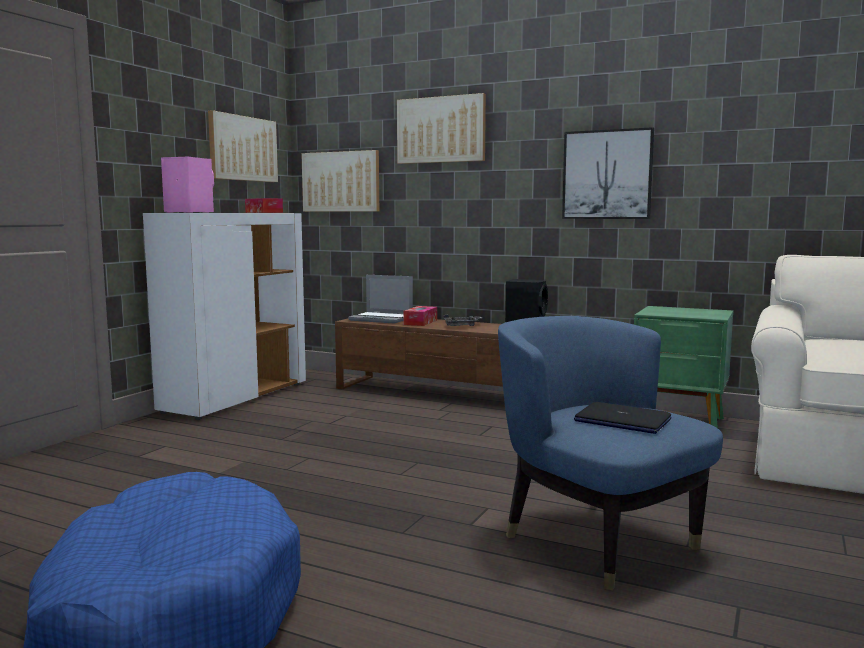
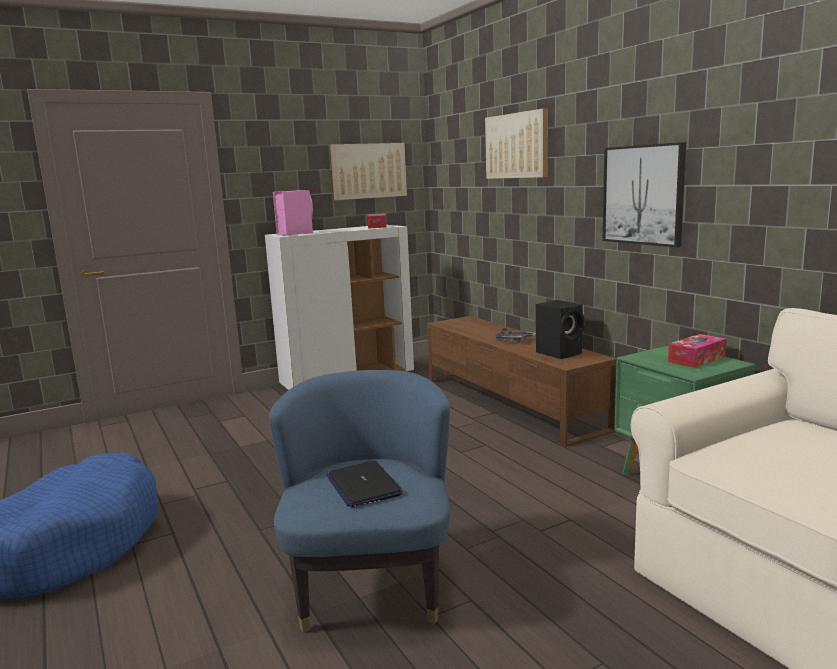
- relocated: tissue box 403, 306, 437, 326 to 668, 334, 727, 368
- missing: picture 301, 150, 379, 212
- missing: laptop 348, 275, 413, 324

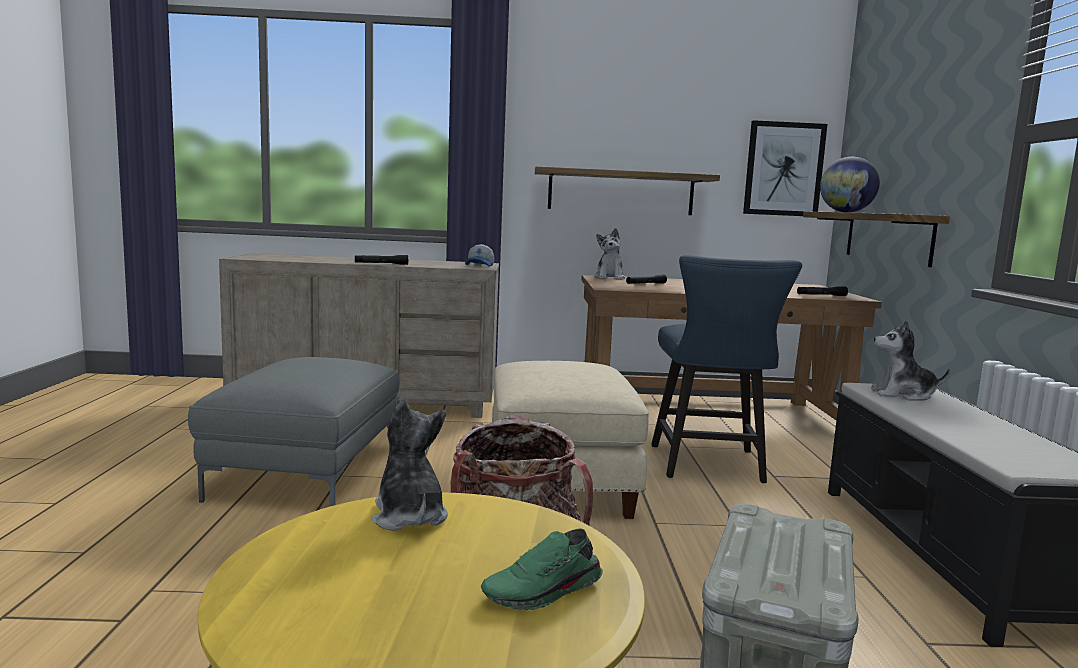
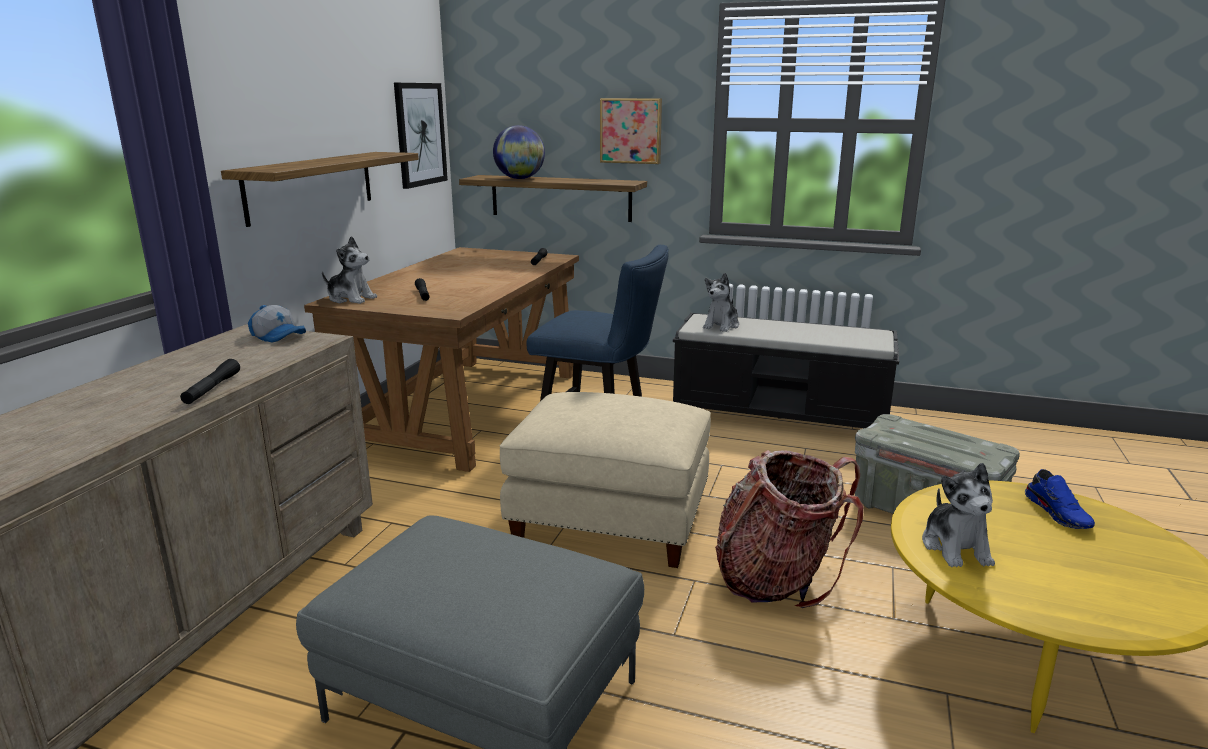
- appeared: picture 600, 98, 662, 164
- spun: plush toy 371, 397, 448, 531 = 922, 463, 995, 567 90 degrees counterclockwise
- colour: green shoe 481, 529, 603, 610 to blue shoe 1025, 469, 1095, 529

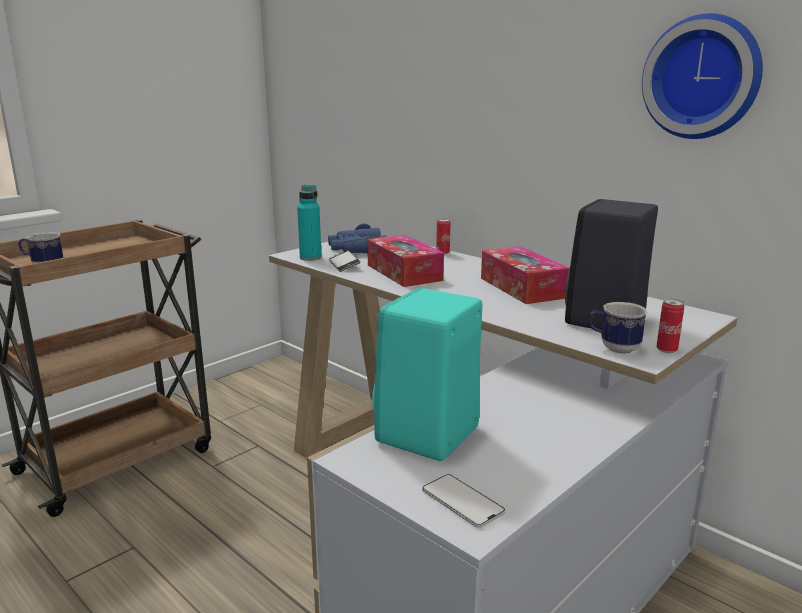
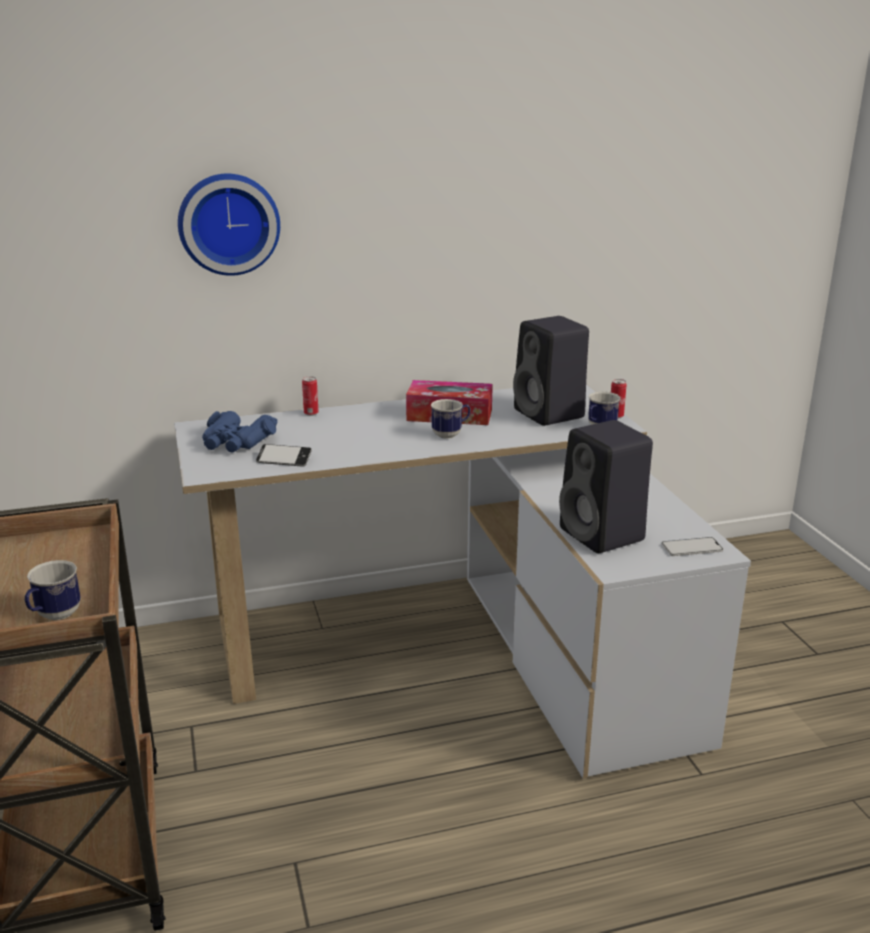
- relocated: wall clock 642, 13, 763, 139 to 178, 174, 280, 276
- appeared: mug 431, 399, 471, 439
- colour: turquoise speaker 372, 288, 482, 461 to black speaker 559, 420, 653, 553
- missing: turquoise bottle 297, 185, 322, 261
- missing: tissue box 367, 235, 444, 287

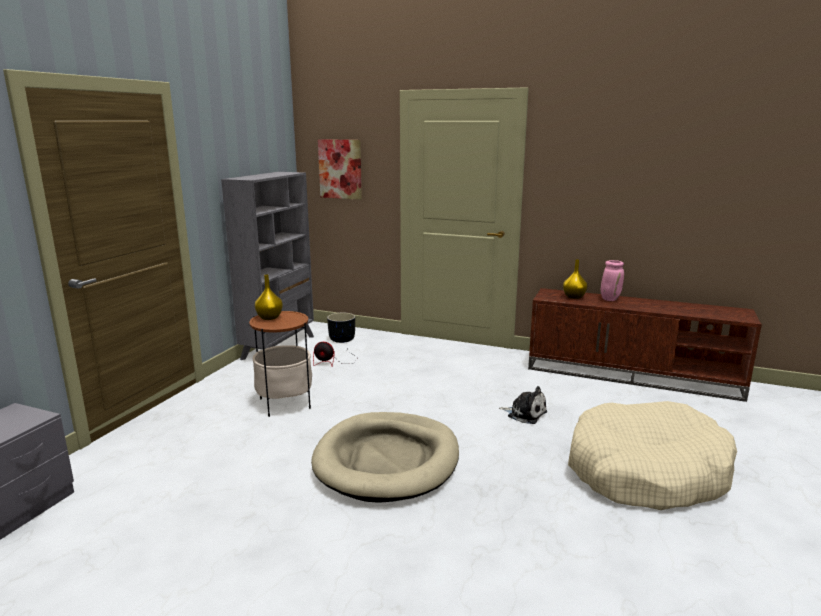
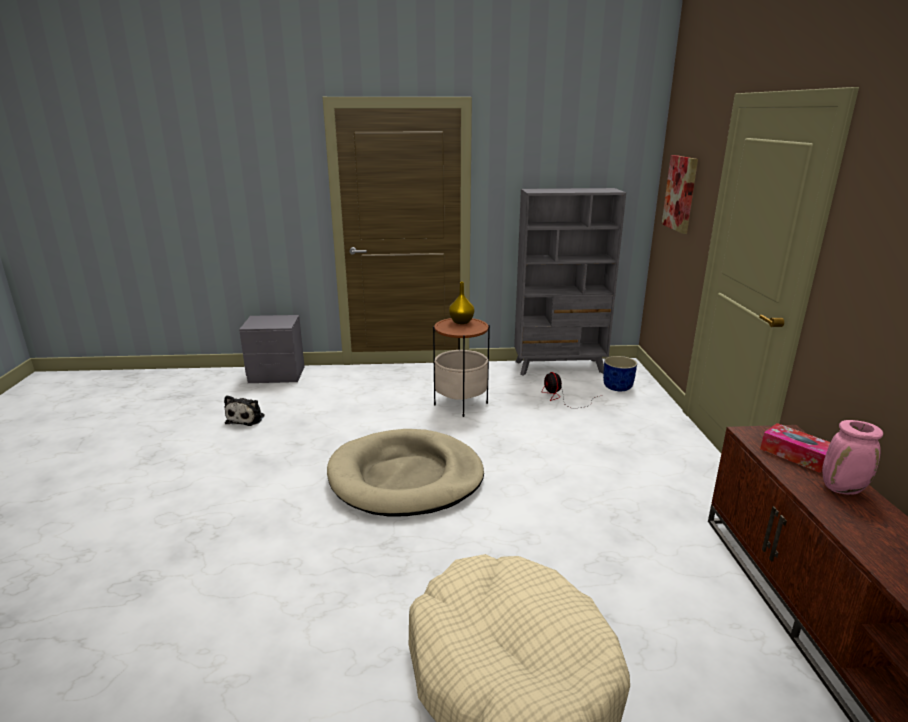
- relocated: plush toy 499, 386, 547, 424 to 224, 395, 265, 426
- colour: black planter 327, 312, 355, 343 to blue planter 603, 356, 637, 391
- exchanged: yellow vase 563, 259, 587, 299 to tissue box 760, 423, 830, 473

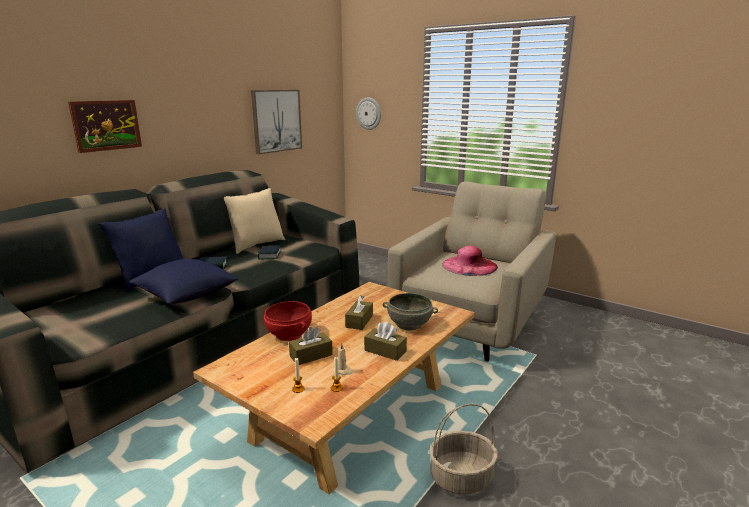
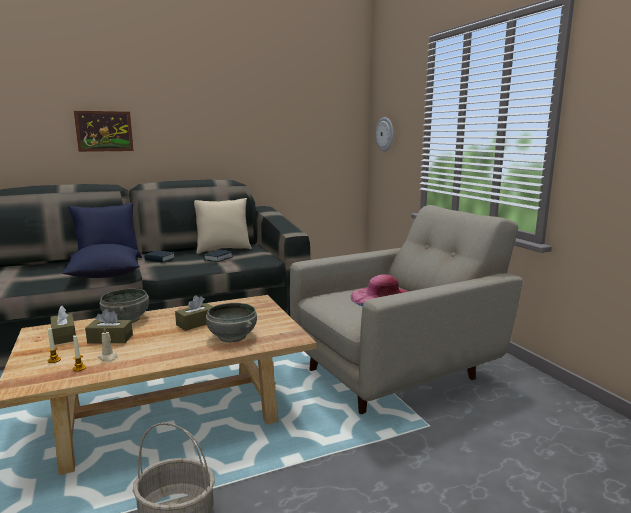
- relocated: brown tissue box 364, 322, 407, 361 to 50, 306, 76, 345
- colour: red bowl 264, 301, 312, 341 to grey bowl 100, 289, 149, 323
- missing: picture 251, 90, 302, 154

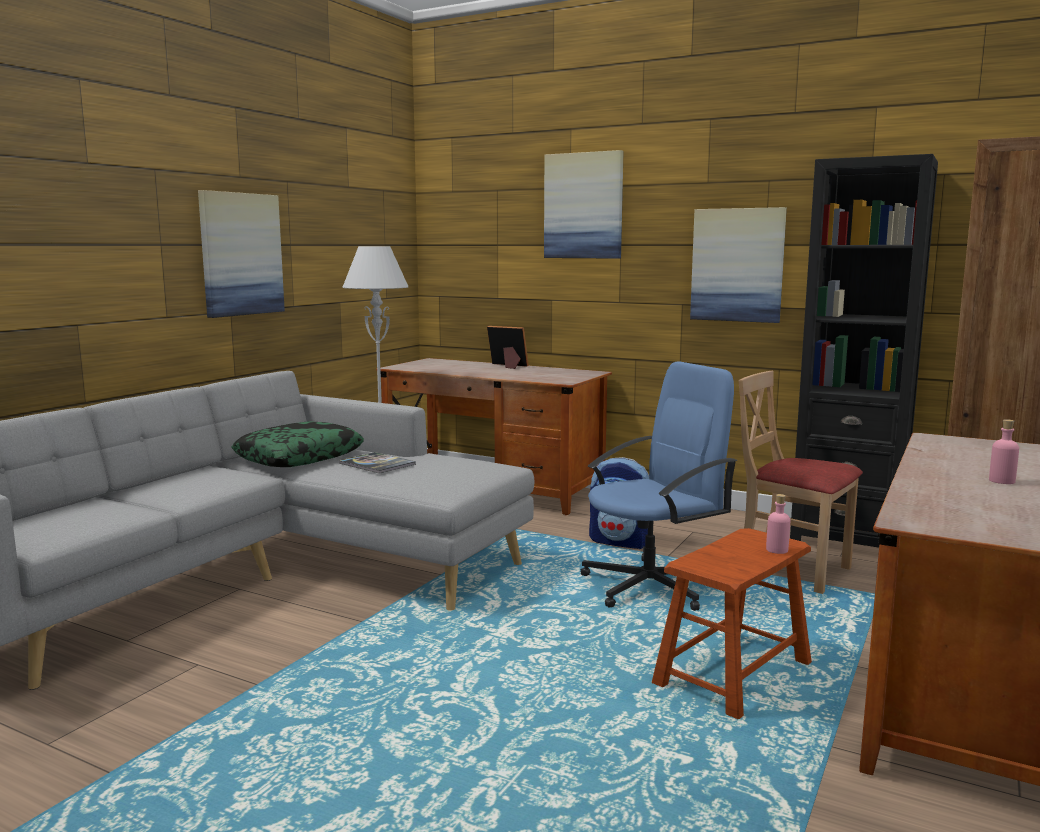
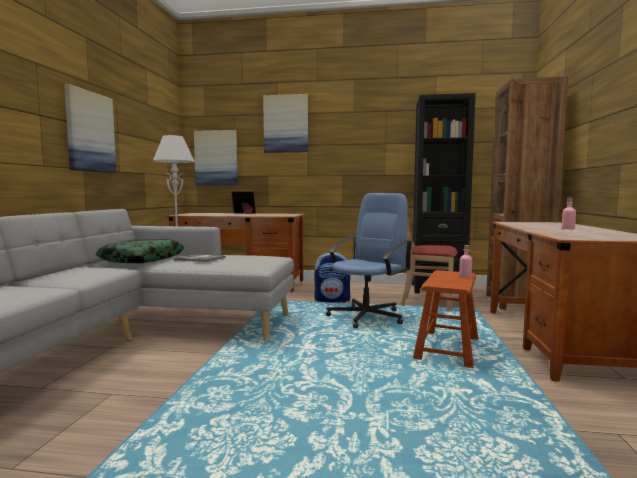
- relocated: picture 690, 207, 787, 323 to 194, 130, 238, 185

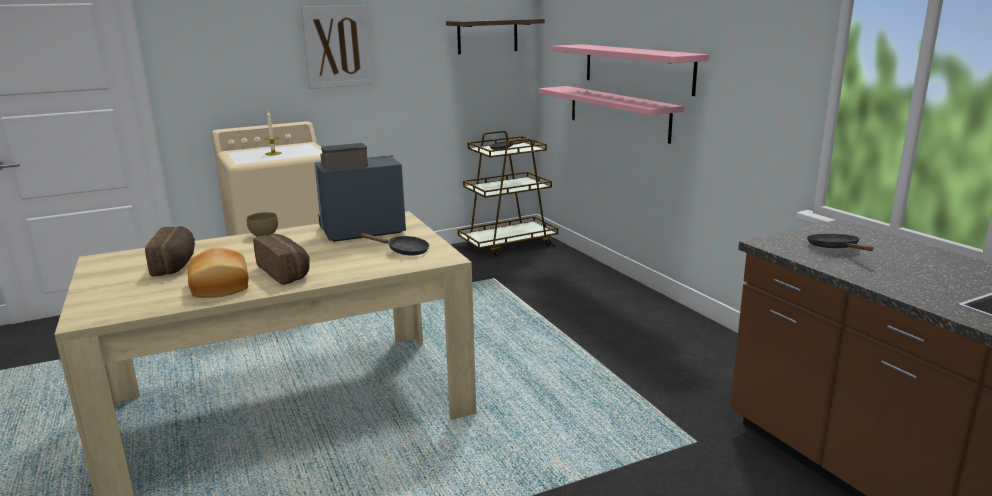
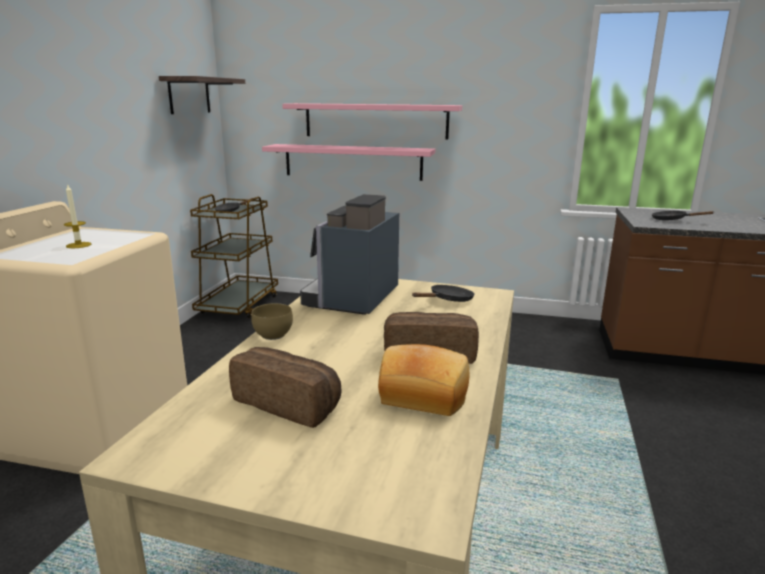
- missing: picture 301, 5, 372, 89

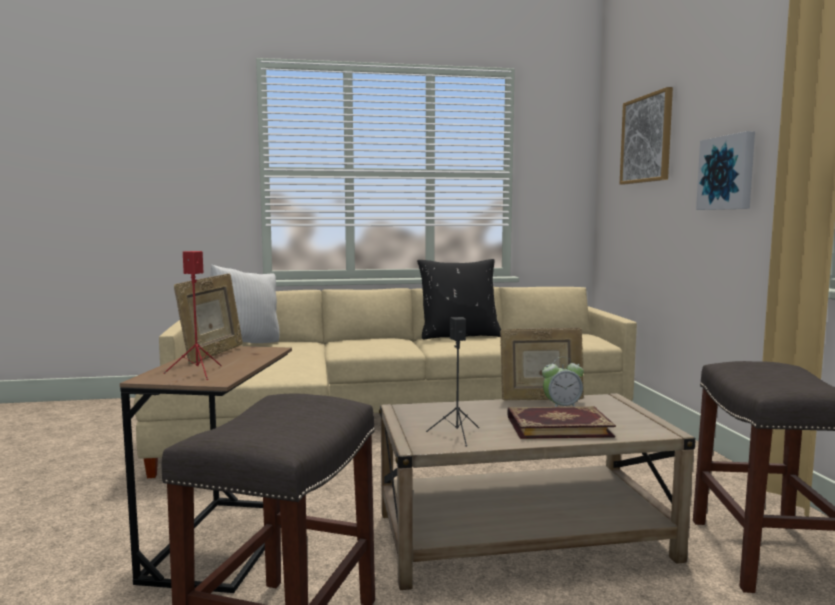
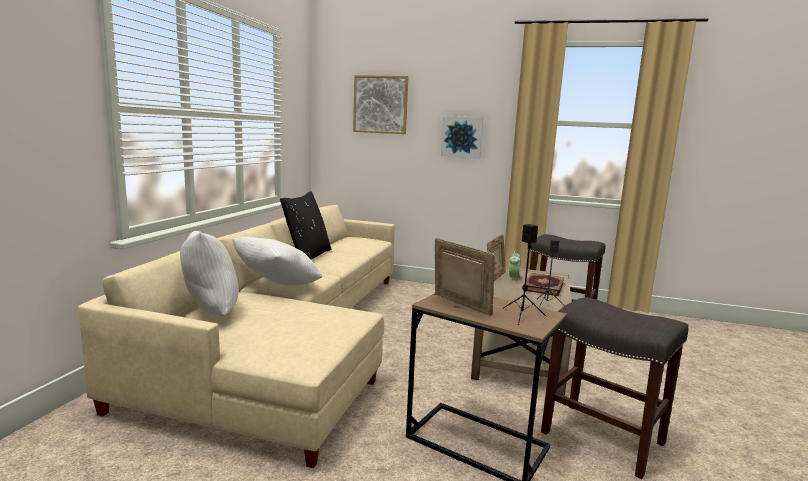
- appeared: white pillow 232, 237, 323, 286
- colour: red speaker 163, 251, 222, 380 to black speaker 502, 224, 546, 325

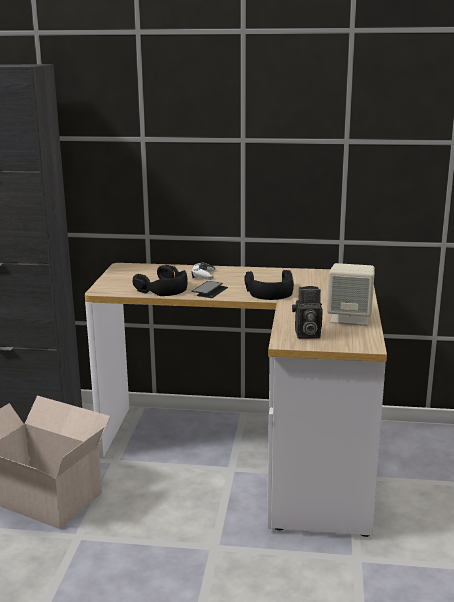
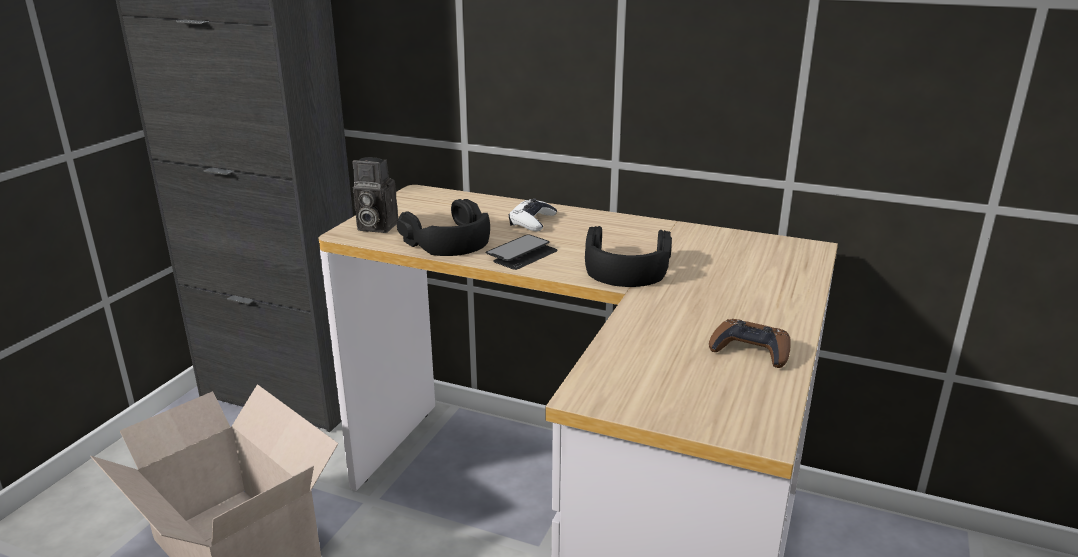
- relocated: photo camera 292, 286, 323, 339 to 352, 157, 398, 233
- exchanged: beige speaker 327, 263, 375, 326 to brown game controller 709, 319, 791, 368

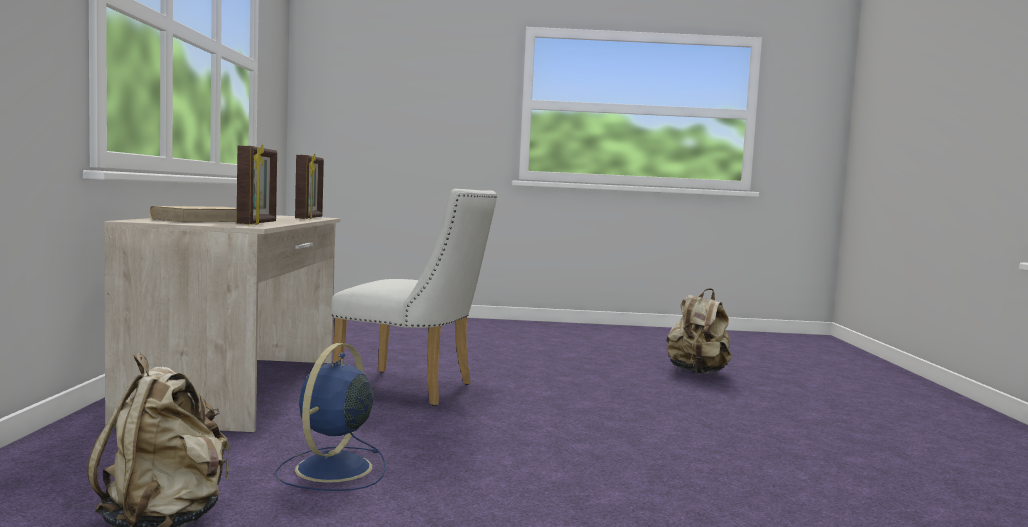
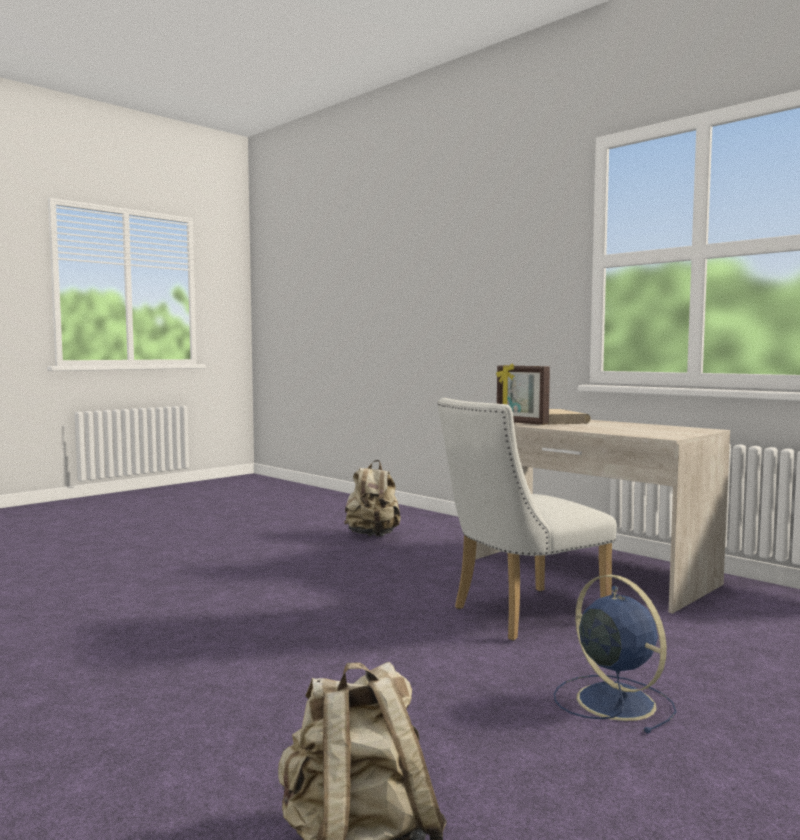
- relocated: blue fan 275, 343, 385, 491 to 554, 575, 676, 733
- missing: picture frame 295, 154, 324, 219

